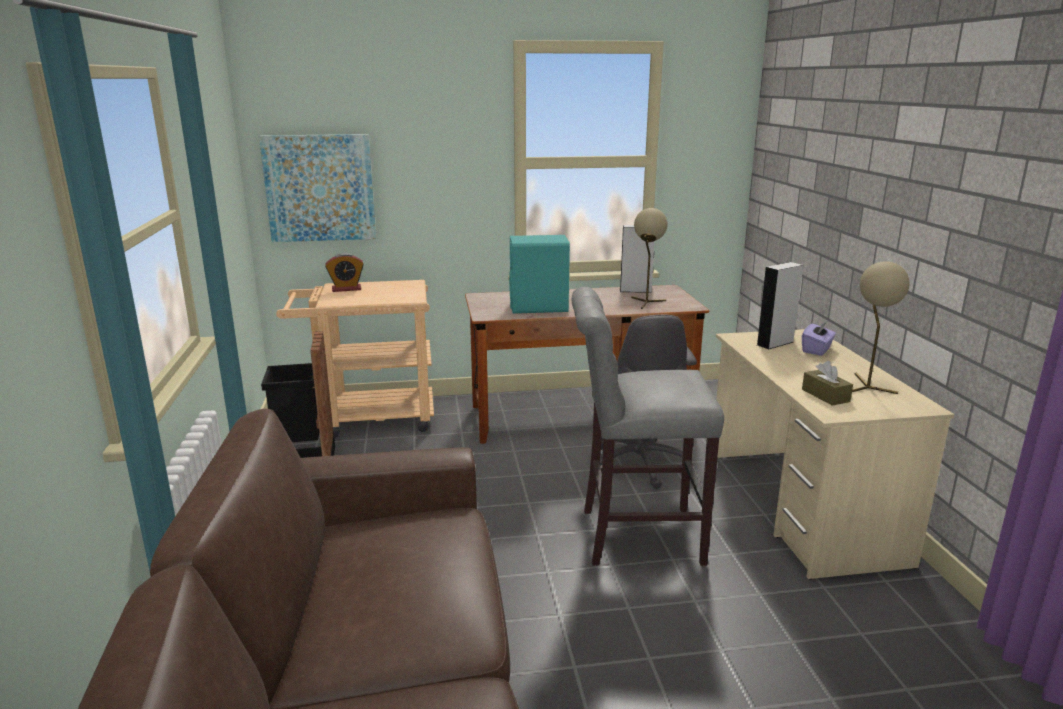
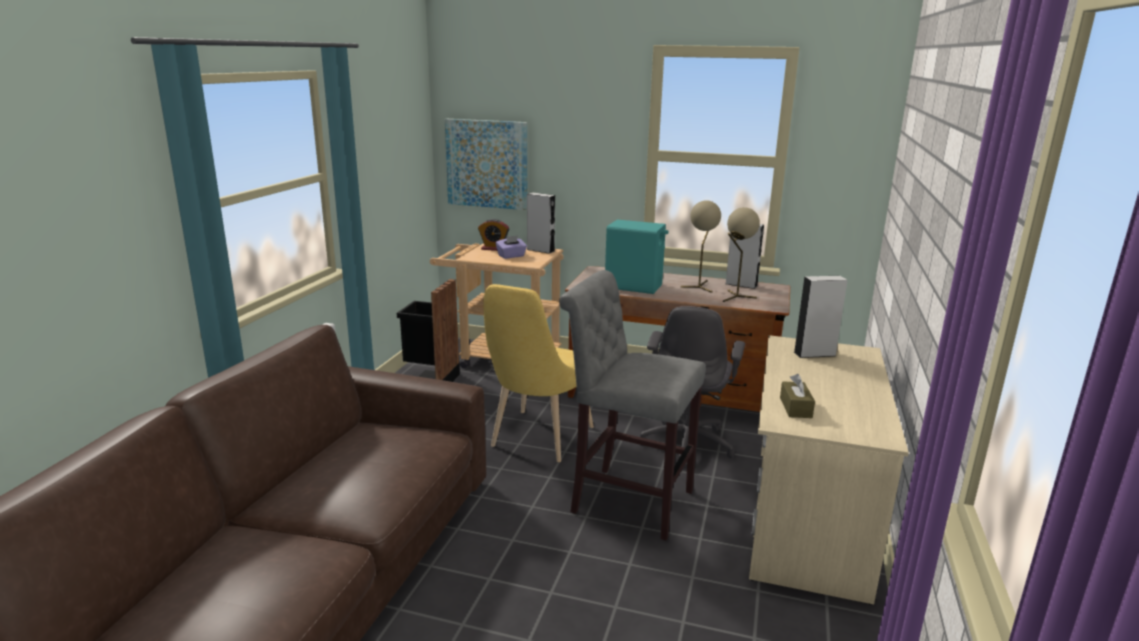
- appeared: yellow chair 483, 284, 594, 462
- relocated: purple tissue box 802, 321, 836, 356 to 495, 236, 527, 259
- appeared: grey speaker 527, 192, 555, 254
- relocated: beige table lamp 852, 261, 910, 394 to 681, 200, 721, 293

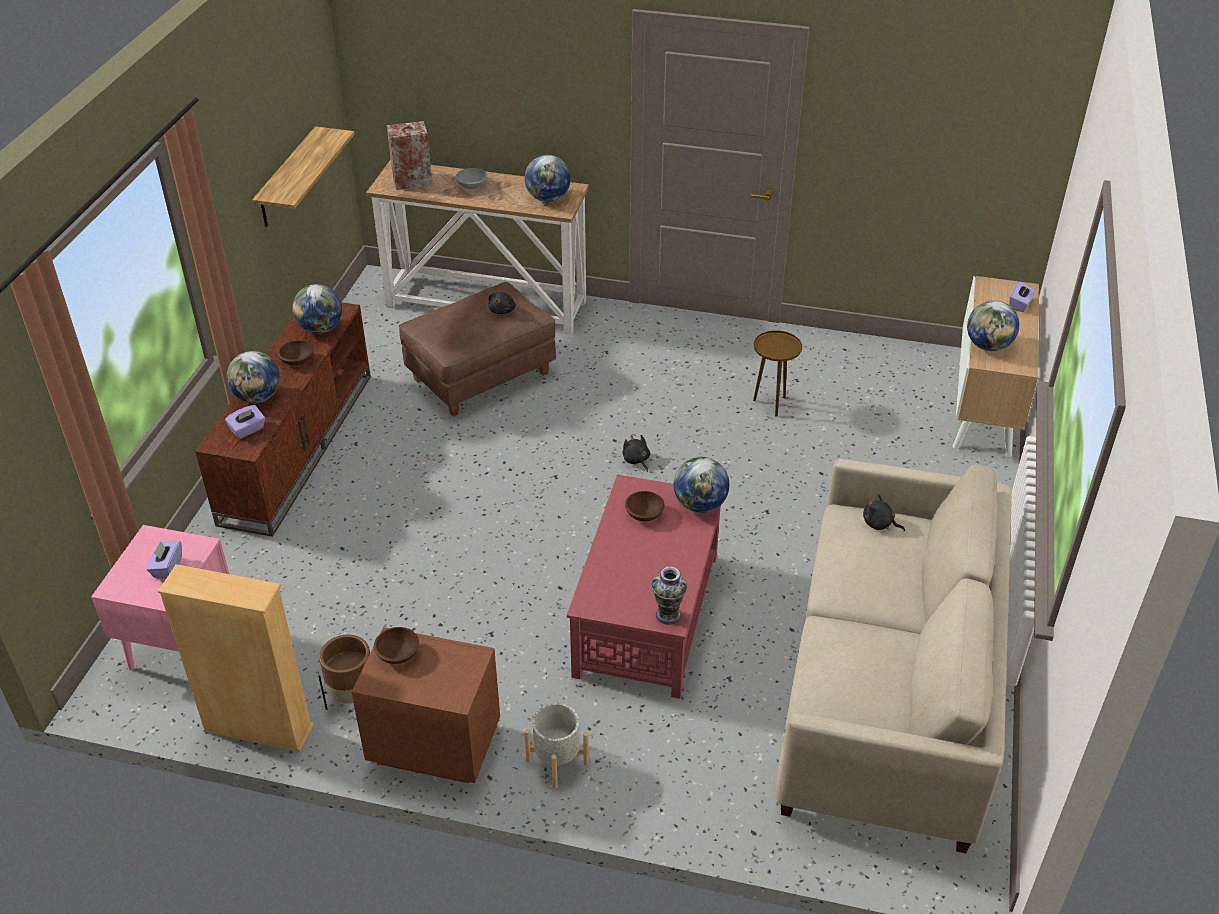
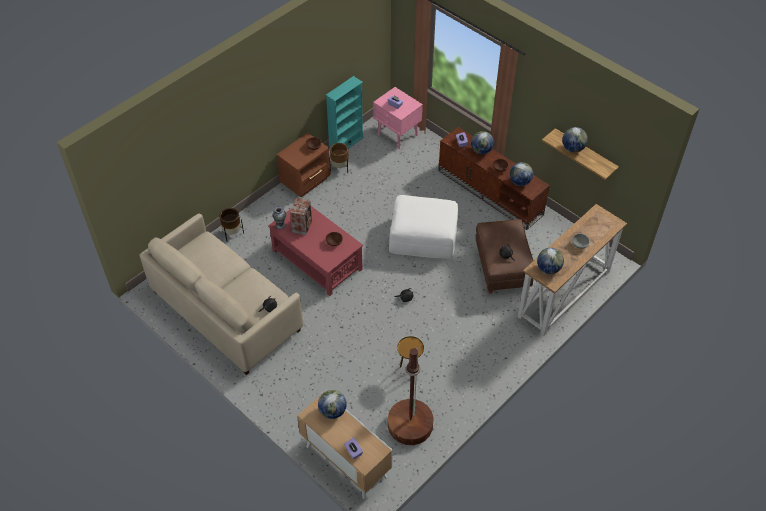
- appeared: brown planter 219, 208, 244, 241
- relocated: speaker 387, 121, 433, 190 to 290, 198, 312, 235
- colour: beige bookcase 158, 564, 314, 752 to turquoise bookcase 326, 76, 364, 151
- appeared: brown floor lamp 388, 346, 434, 445
- appeared: white ottoman 389, 195, 458, 259
- relocated: globe 673, 457, 729, 513 to 562, 127, 588, 152
- missing: grey planter 524, 703, 589, 789

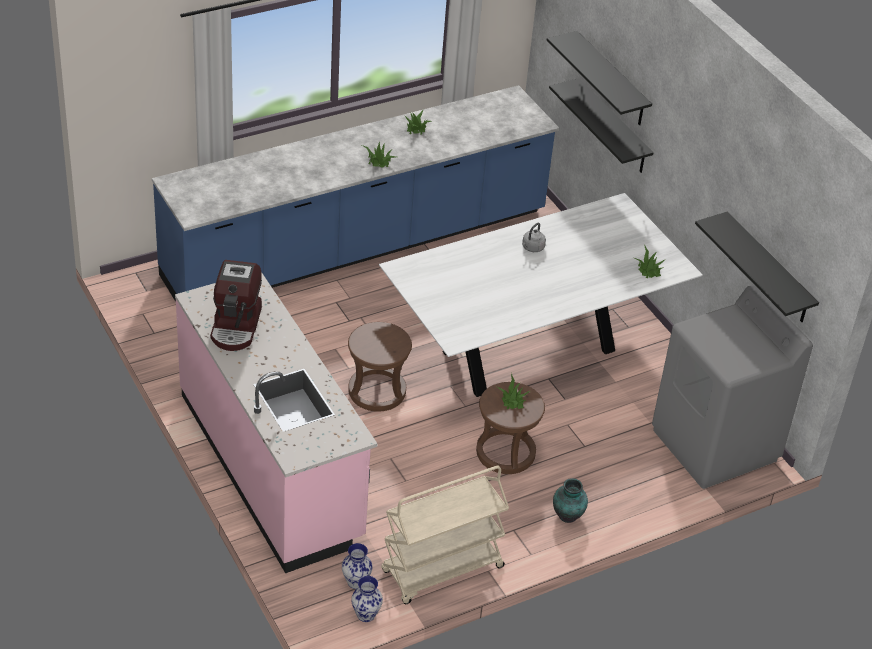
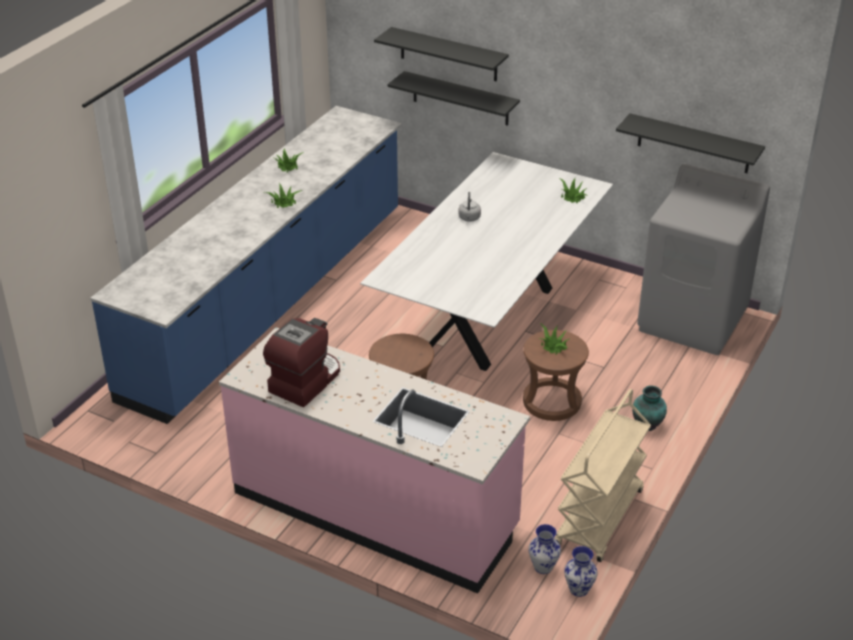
- spun: coffee machine 210, 260, 262, 351 = 263, 318, 340, 407 120 degrees counterclockwise

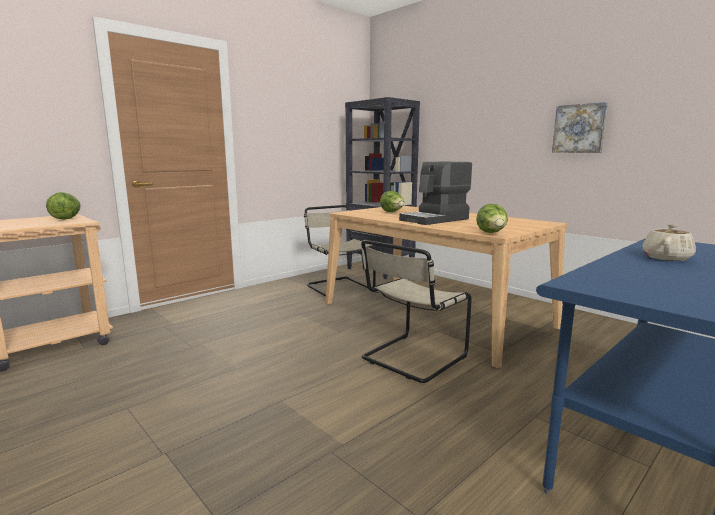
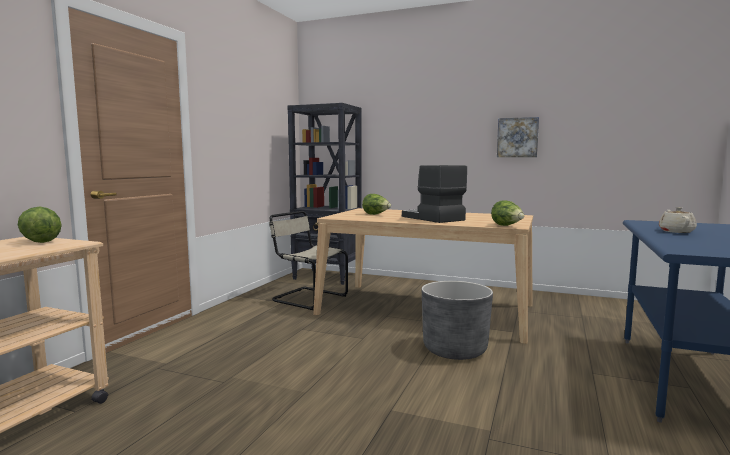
- spun: coffee machine 399, 162, 472, 225 = 402, 165, 467, 223 120 degrees clockwise
- exchanged: beige chair 360, 240, 472, 383 to grey planter 422, 281, 493, 360

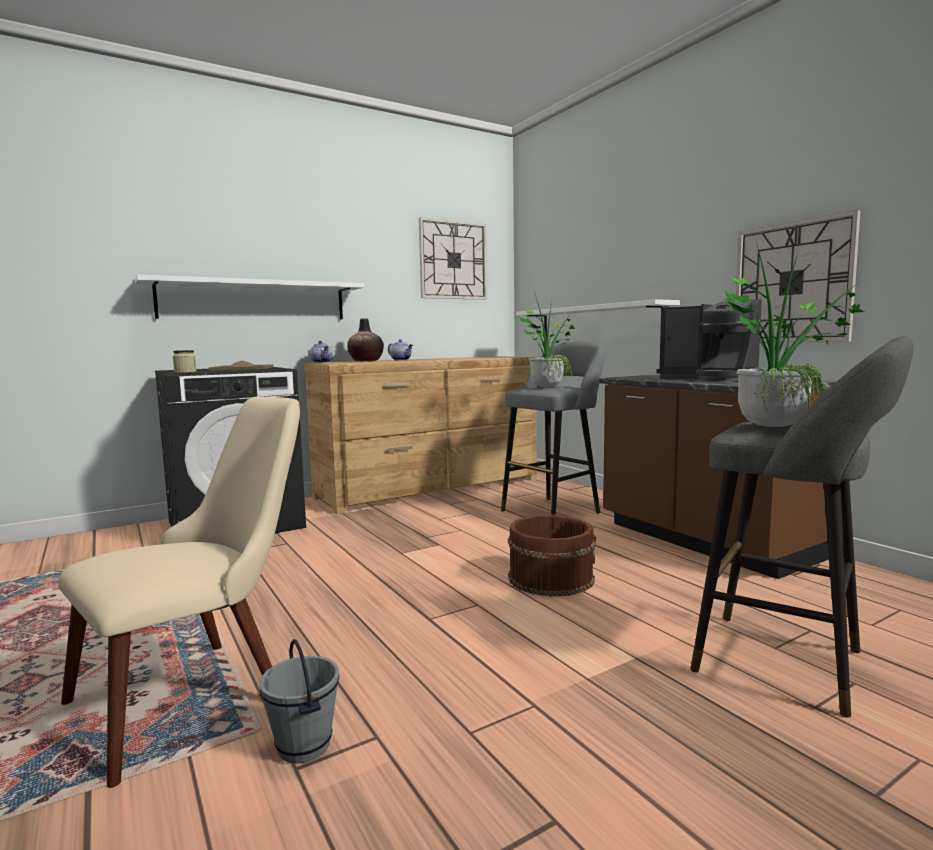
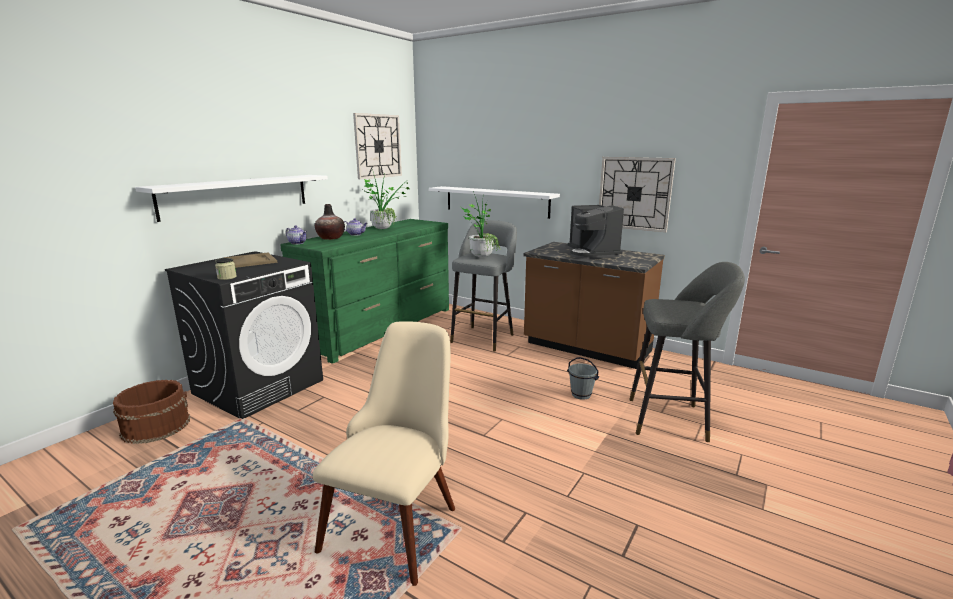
- relocated: brown bucket 508, 515, 596, 597 to 113, 380, 190, 444
- colour: brown dresser 304, 356, 537, 514 to green dresser 280, 219, 449, 364
- relocated: potted plant 723, 239, 864, 427 to 363, 169, 409, 229
- relocated: grey bucket 259, 639, 339, 764 to 567, 357, 599, 400
- spun: coffee machine 656, 299, 762, 381 = 568, 205, 624, 259 60 degrees clockwise

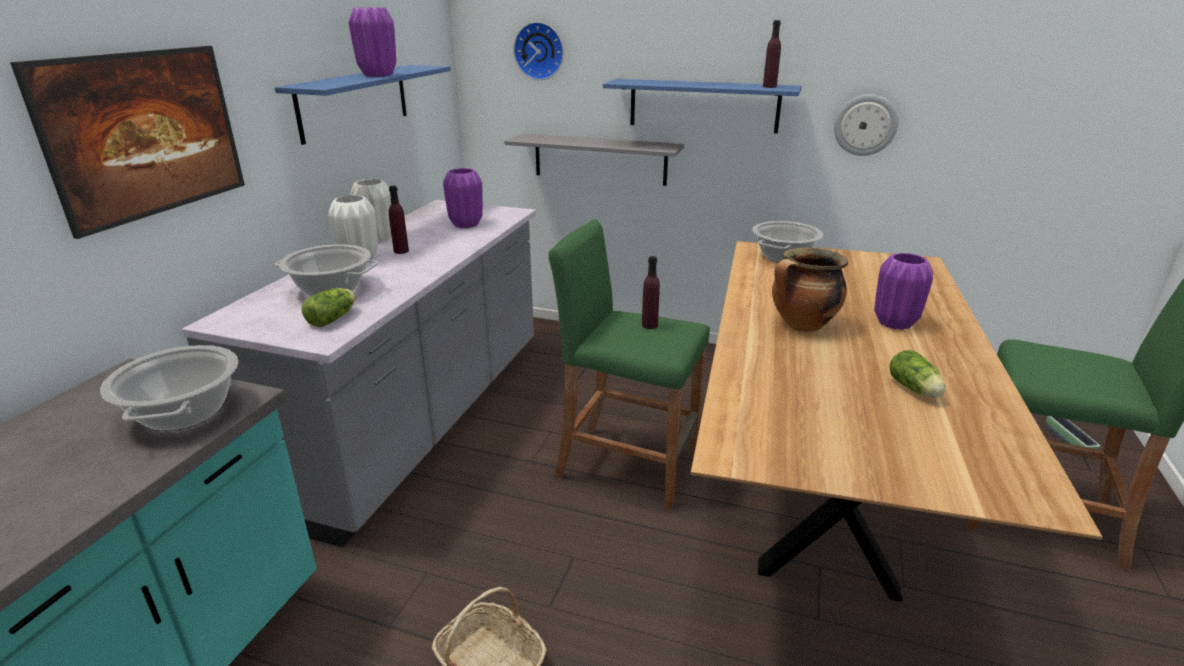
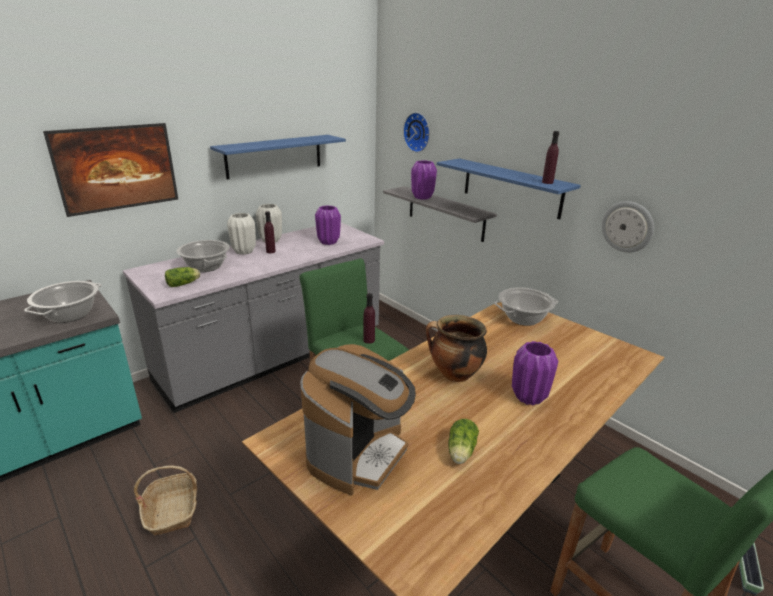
- appeared: coffee machine 300, 344, 416, 495
- relocated: purple vase 349, 7, 396, 77 to 411, 160, 437, 200

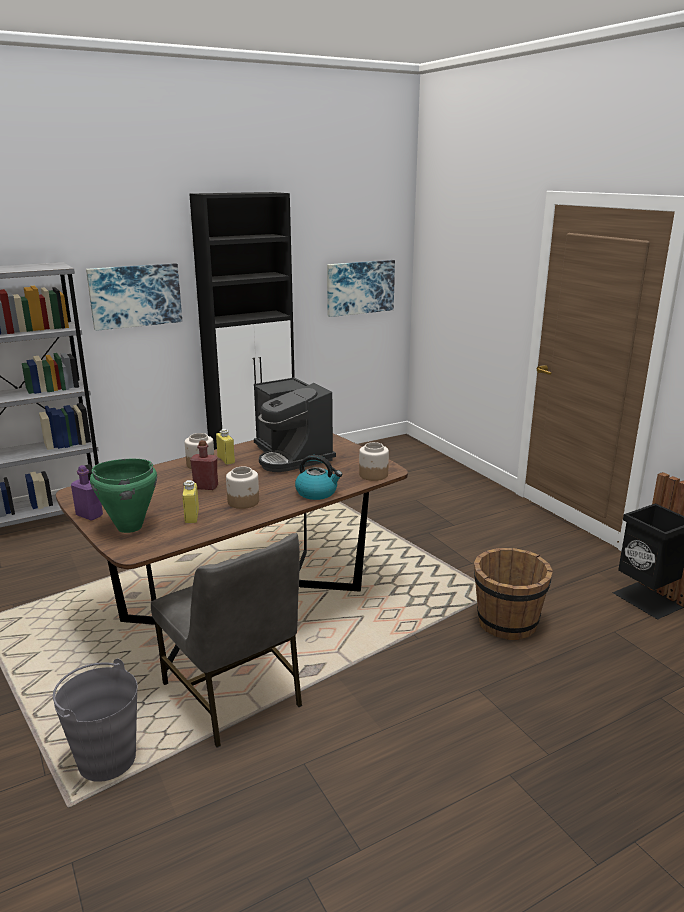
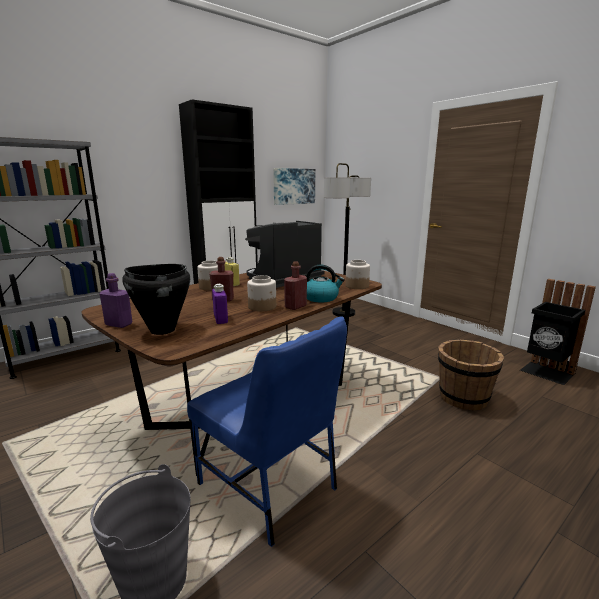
- colour: green cooking pot 90, 459, 157, 533 to black cooking pot 122, 264, 190, 335
- colour: grey chair 151, 533, 302, 748 to blue chair 187, 316, 347, 547
- colour: yellow bottle 182, 480, 199, 523 to purple bottle 212, 284, 228, 324
- spun: coffee machine 254, 377, 336, 472 = 245, 221, 324, 288 90 degrees clockwise
- appeared: red bottle 284, 261, 307, 310
- appeared: floor lamp 324, 163, 371, 317
- missing: picture 86, 263, 182, 331

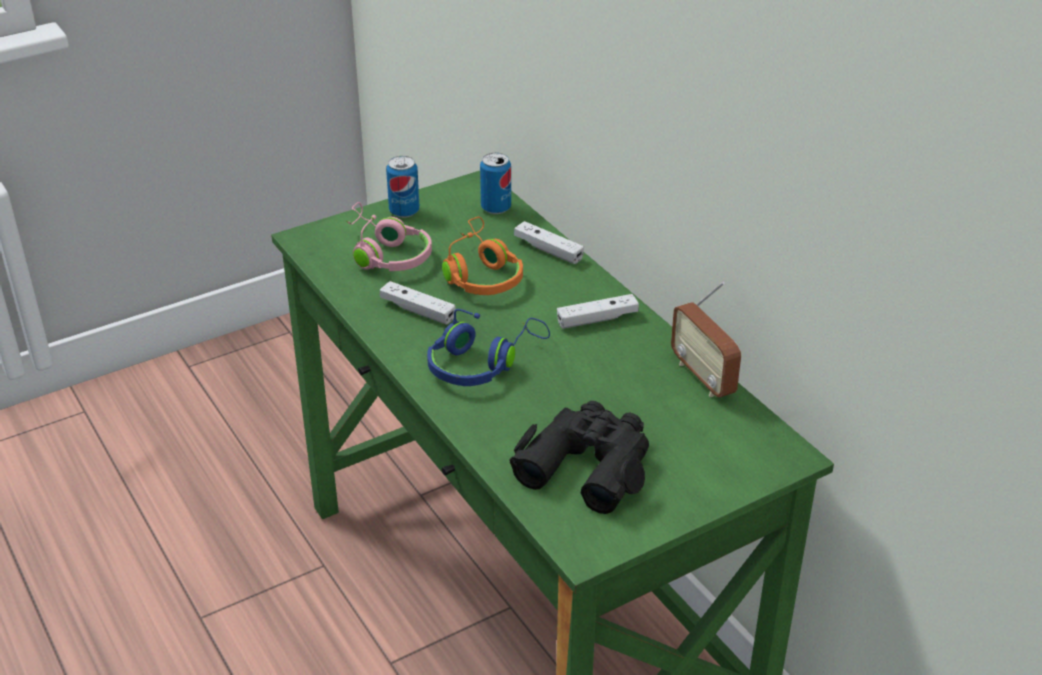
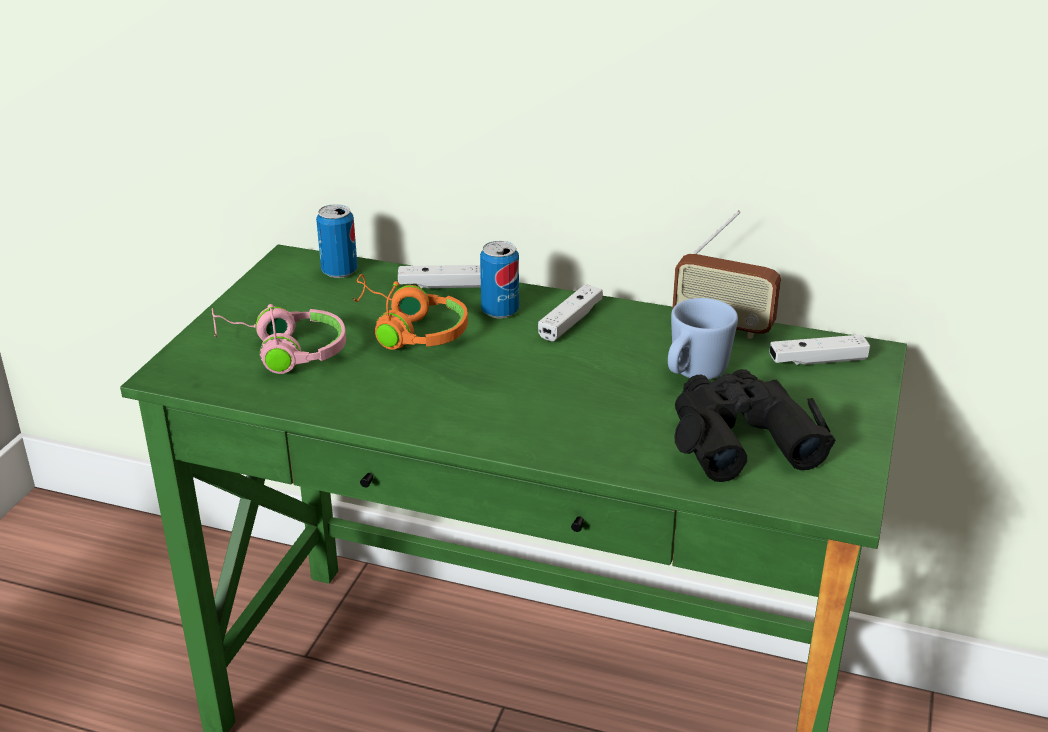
- relocated: can 386, 156, 420, 218 to 480, 241, 519, 318
- appeared: blue mug 668, 298, 738, 380
- relocated: white game controller 380, 281, 455, 325 to 769, 335, 870, 365
- missing: blue headphones 427, 309, 550, 386

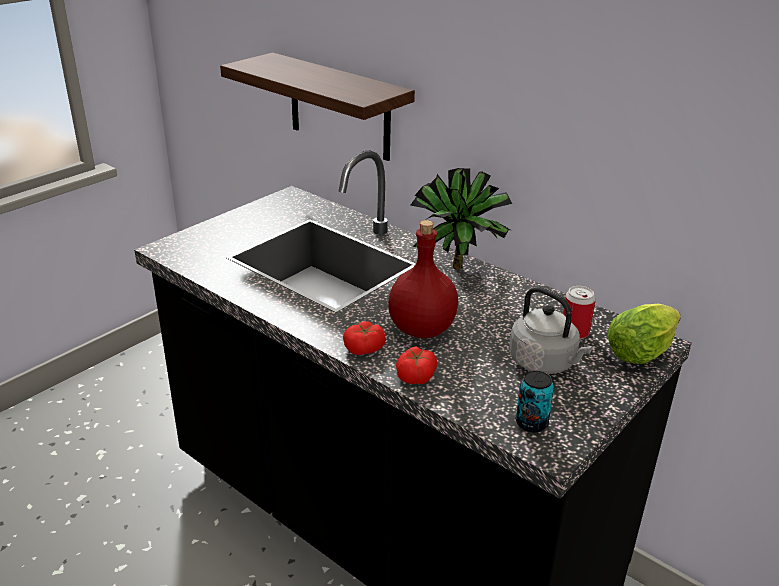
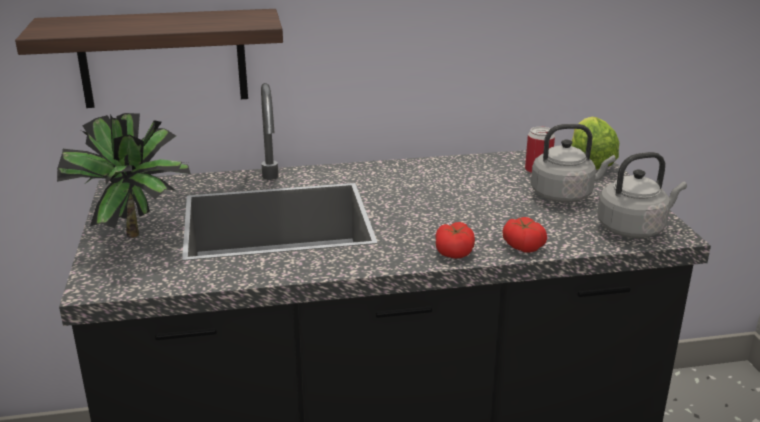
- relocated: potted plant 410, 168, 512, 270 to 57, 113, 191, 238
- exchanged: can 516, 371, 554, 432 to grey kettle 597, 152, 687, 238
- missing: red bottle 388, 220, 458, 338

